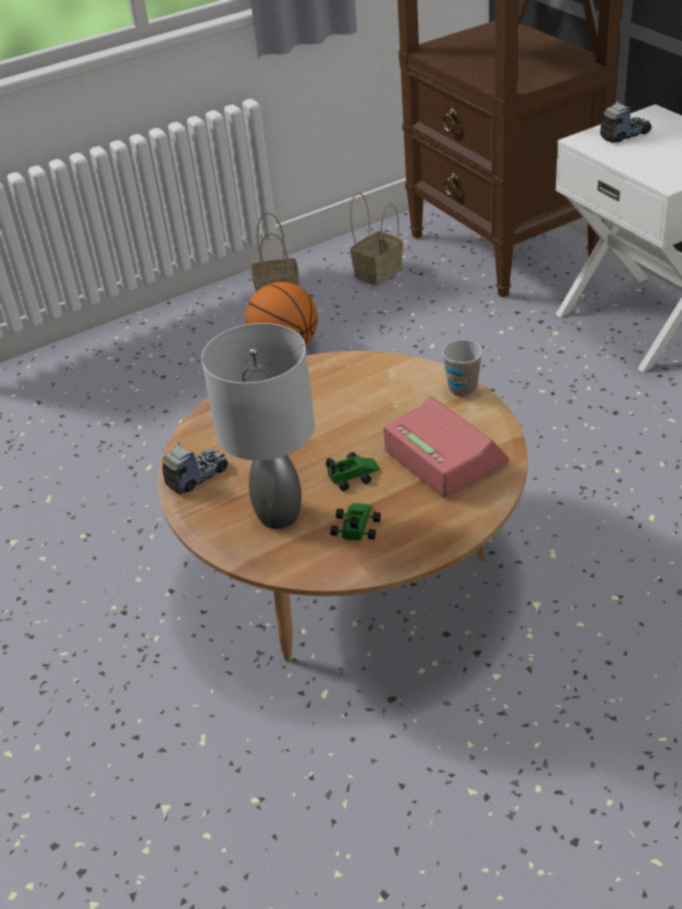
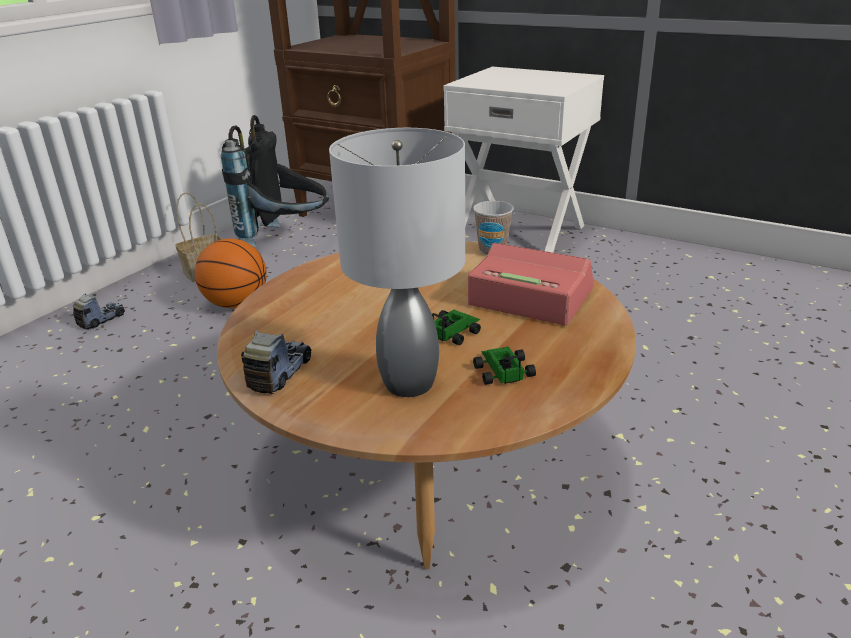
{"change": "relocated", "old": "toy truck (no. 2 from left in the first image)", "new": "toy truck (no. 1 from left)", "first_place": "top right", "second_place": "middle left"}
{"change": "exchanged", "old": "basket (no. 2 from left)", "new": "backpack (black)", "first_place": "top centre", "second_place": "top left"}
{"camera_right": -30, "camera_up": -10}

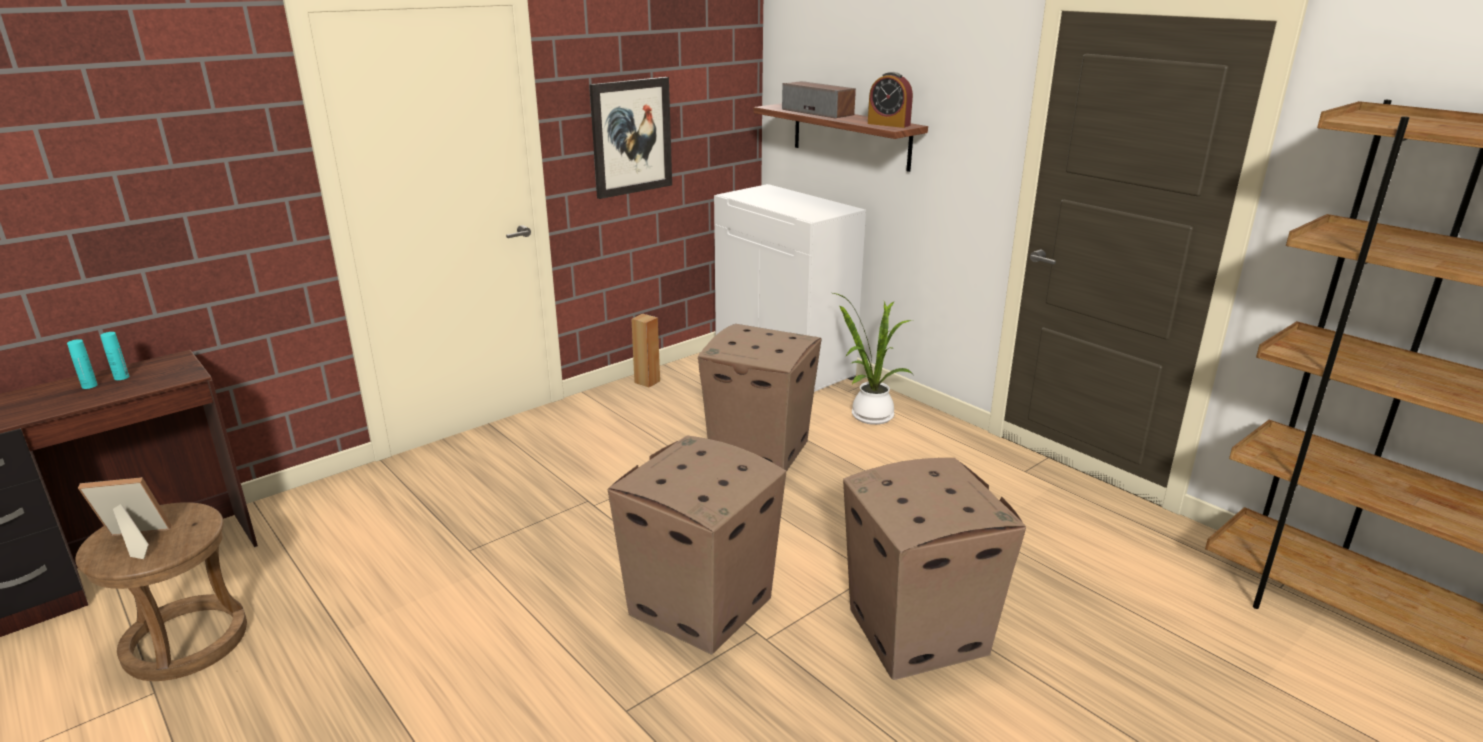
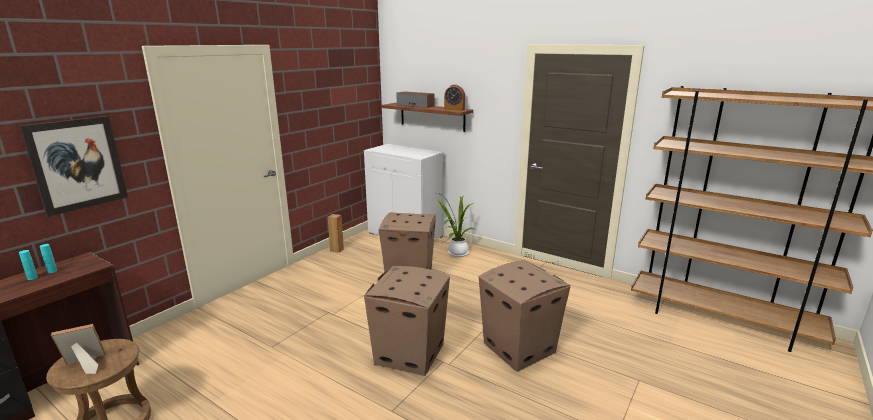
{"change": "relocated", "old": "picture", "first_place": "top centre", "second_place": "middle left"}
{"camera_right": -15, "camera_up": -5}

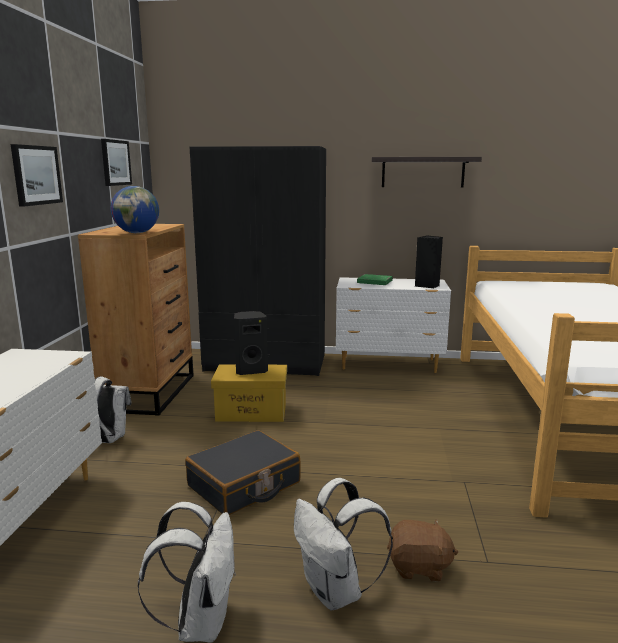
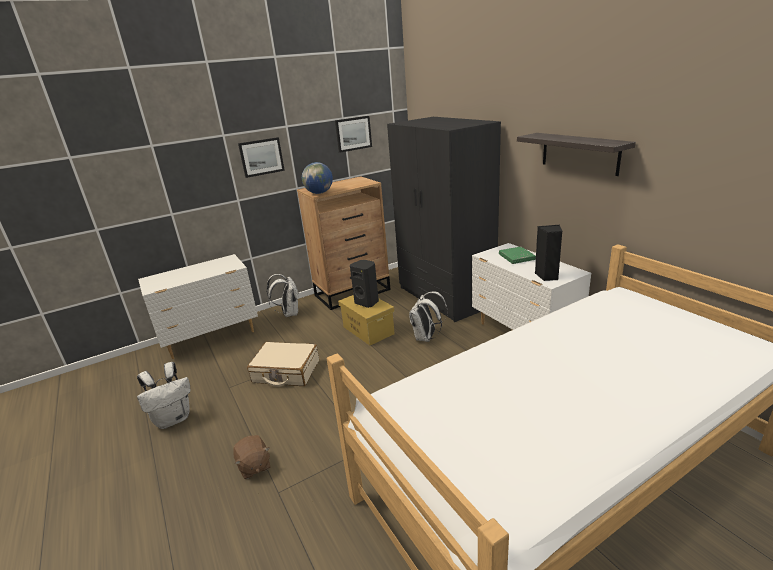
{"change": "colour", "old": "suitcase (black)", "new": "suitcase (beige)", "first_place": "bottom centre", "second_place": "centre"}
{"change": "relocated", "old": "backpack (white) (no. 3 from left)", "first_place": "bottom centre", "second_place": "centre"}
{"camera_right": 55, "camera_up": 10}

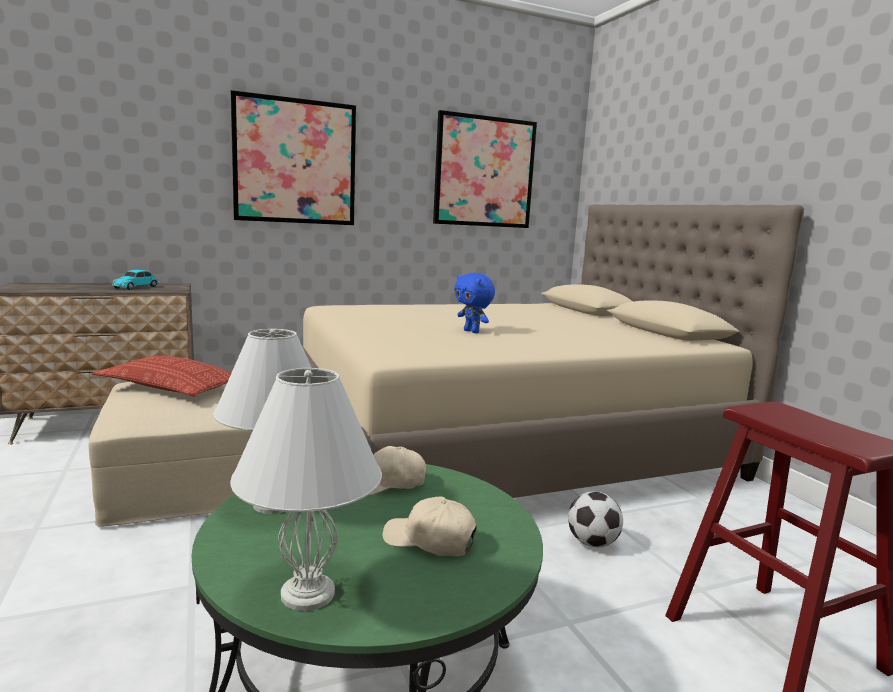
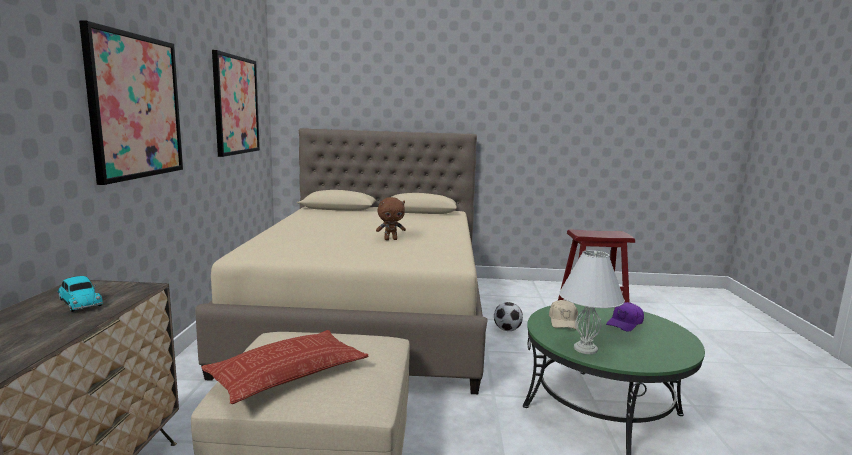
{"change": "colour", "old": "plush toy (blue)", "new": "plush toy (brown)", "first_place": "centre", "second_place": "centre"}
{"change": "missing", "old": "table lamp (white) (no. 2 from left)", "first_place": "bottom centre"}
{"change": "colour", "old": "cap (beige) (no. 2 from left)", "new": "cap (purple)", "first_place": "bottom centre", "second_place": "bottom right"}
{"camera_right": -65, "camera_up": 0}

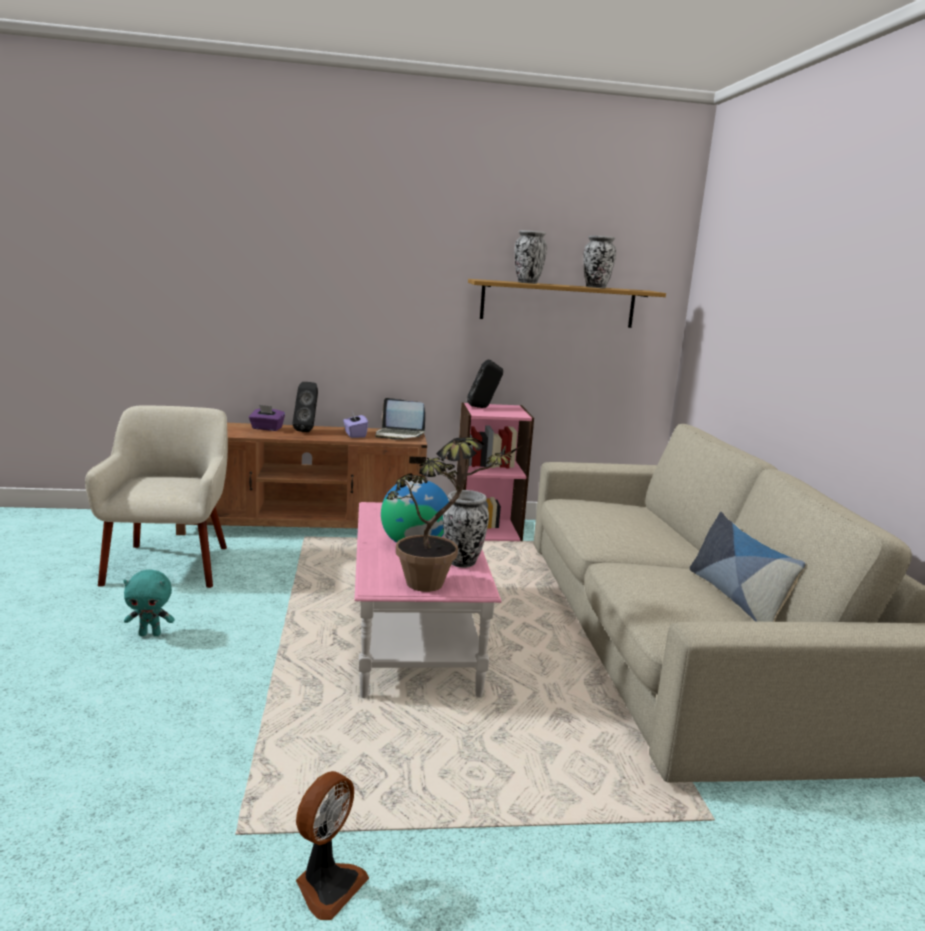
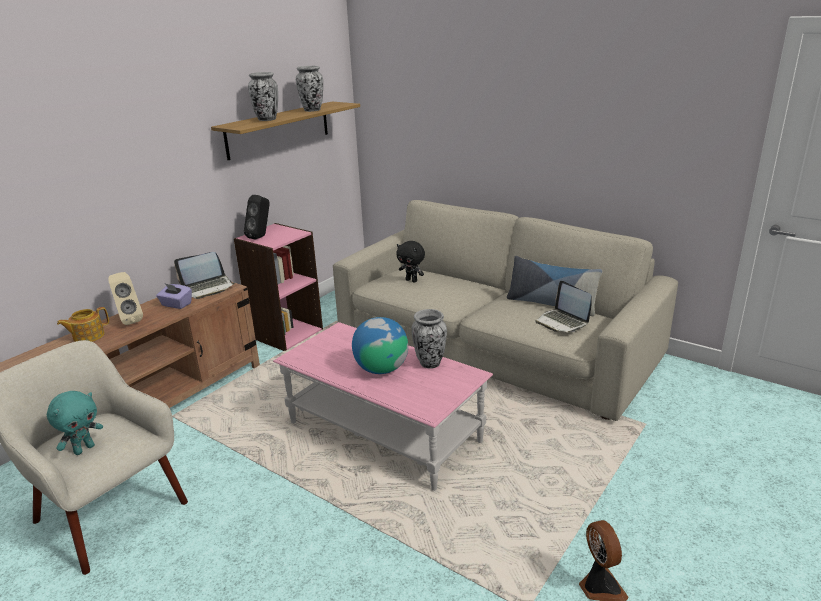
{"change": "colour", "old": "speaker (black) (no. 1 from left)", "new": "speaker (beige)", "first_place": "middle left", "second_place": "middle left"}
{"change": "exchanged", "old": "tissue box (purple) (no. 1 from left)", "new": "teapot", "first_place": "middle left", "second_place": "middle left"}
{"change": "missing", "old": "potted plant", "first_place": "centre"}
{"change": "relocated", "old": "plush toy (turquoise)", "first_place": "middle left", "second_place": "bottom left"}
{"change": "appeared", "new": "plush toy (black)", "second_place": "centre"}
{"change": "appeared", "new": "laptop (no. 2 from left)", "second_place": "middle right"}
{"camera_right": -45, "camera_up": 10}

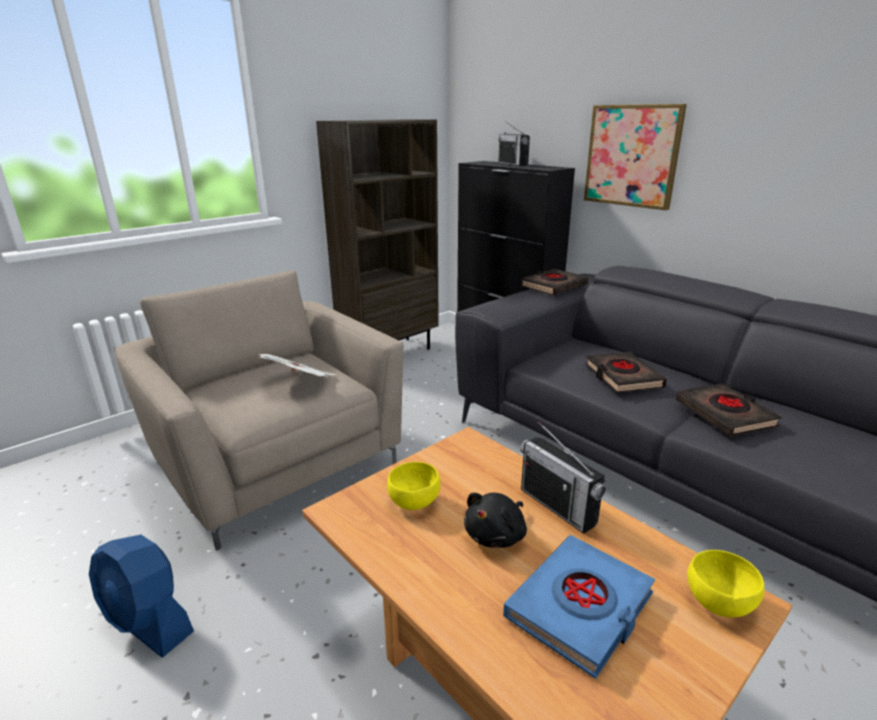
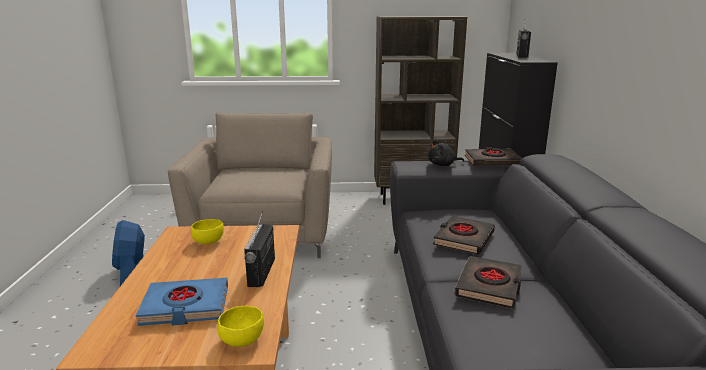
{"change": "missing", "old": "picture", "first_place": "top right"}
{"change": "missing", "old": "newspaper", "first_place": "centre"}
{"change": "relocated", "old": "plush toy (black)", "first_place": "bottom centre", "second_place": "centre"}
{"camera_right": 40, "camera_up": -5}

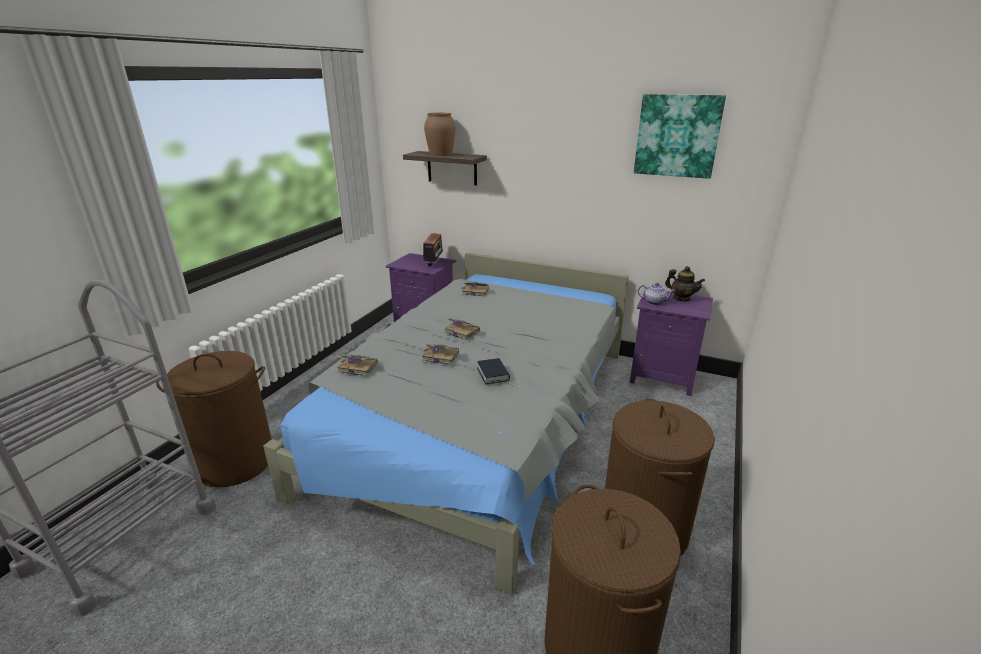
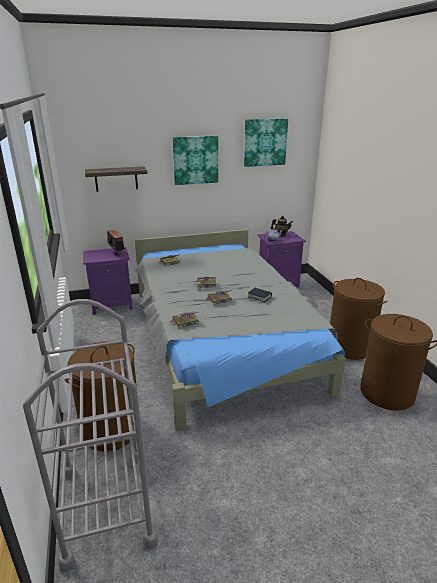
{"change": "missing", "old": "vase (brown)", "first_place": "top centre"}
{"change": "appeared", "new": "picture (no. 1 from left)", "second_place": "top centre"}
{"camera_right": -40, "camera_up": 0}

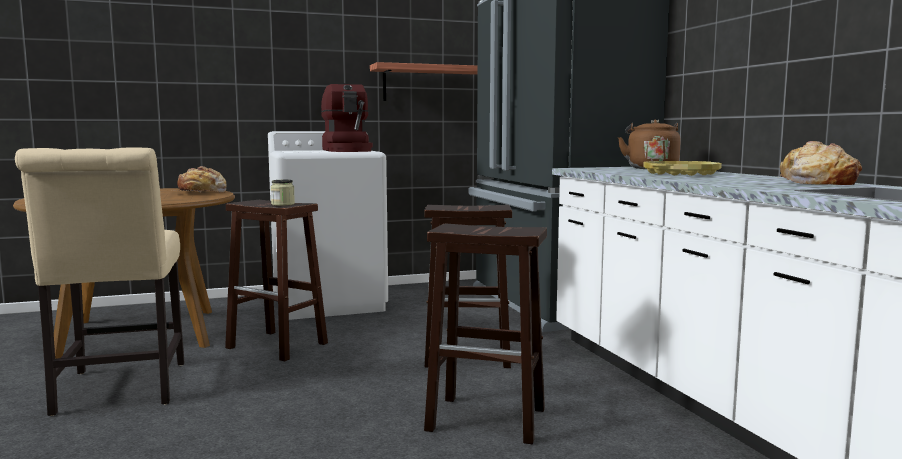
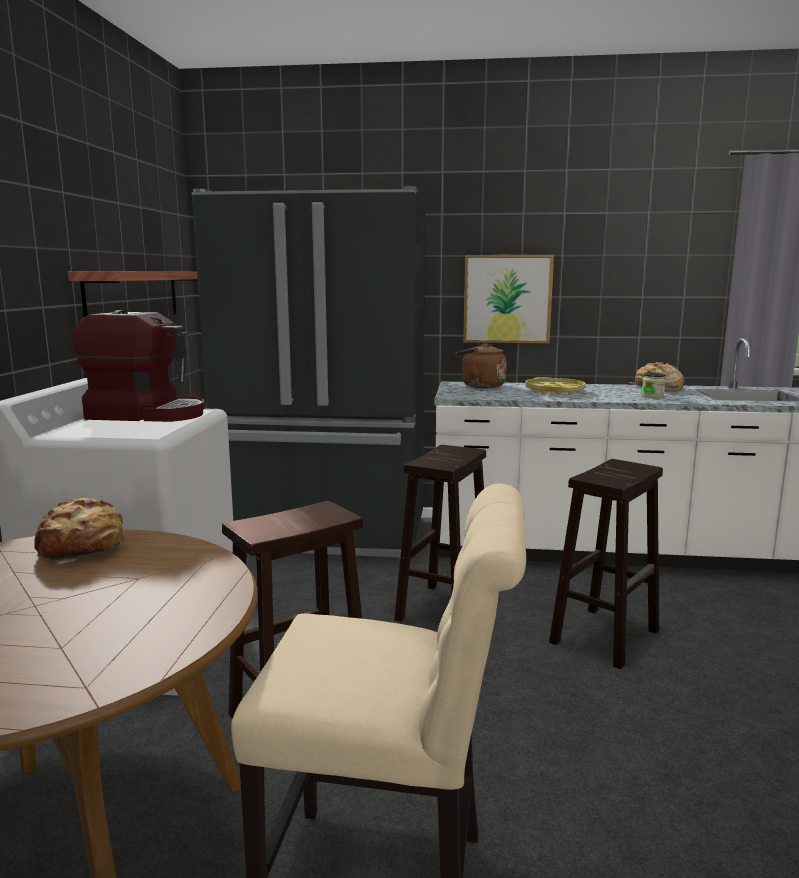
{"change": "relocated", "old": "jar", "first_place": "middle left", "second_place": "middle right"}
{"change": "appeared", "new": "picture", "second_place": "centre"}
{"camera_right": -65, "camera_up": 5}

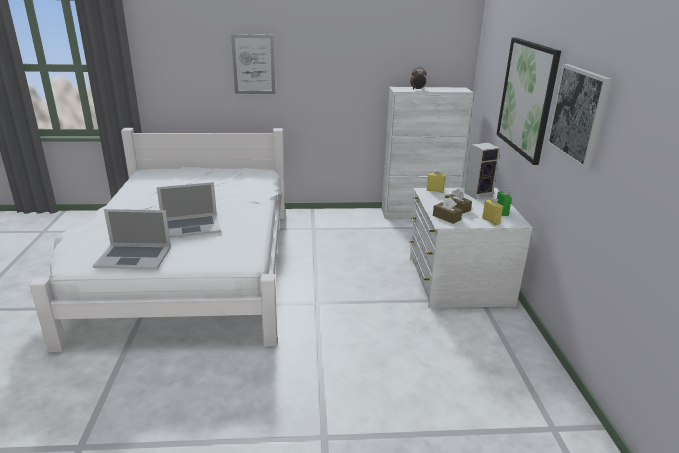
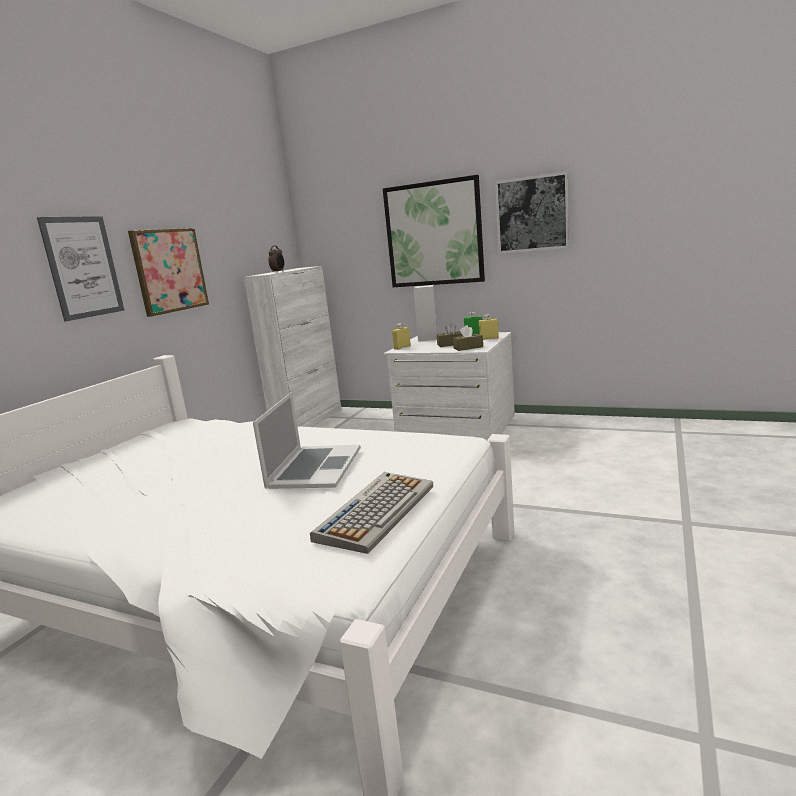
{"change": "exchanged", "old": "laptop (no. 1 from left)", "new": "keyboard", "first_place": "middle left", "second_place": "centre"}
{"change": "appeared", "new": "picture (no. 2 from left)", "second_place": "middle left"}
{"camera_right": -60, "camera_up": -10}

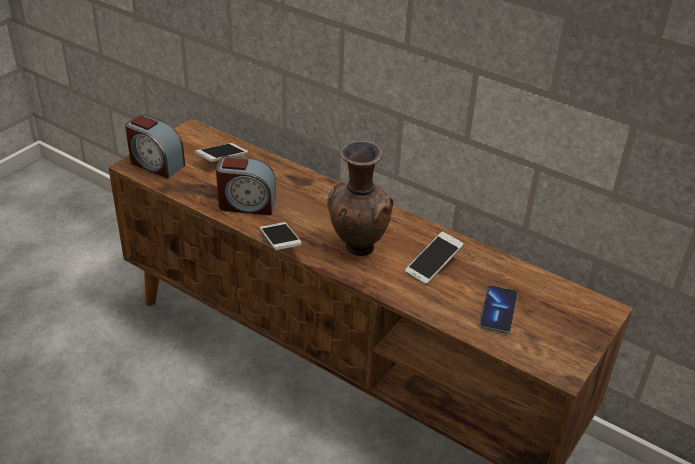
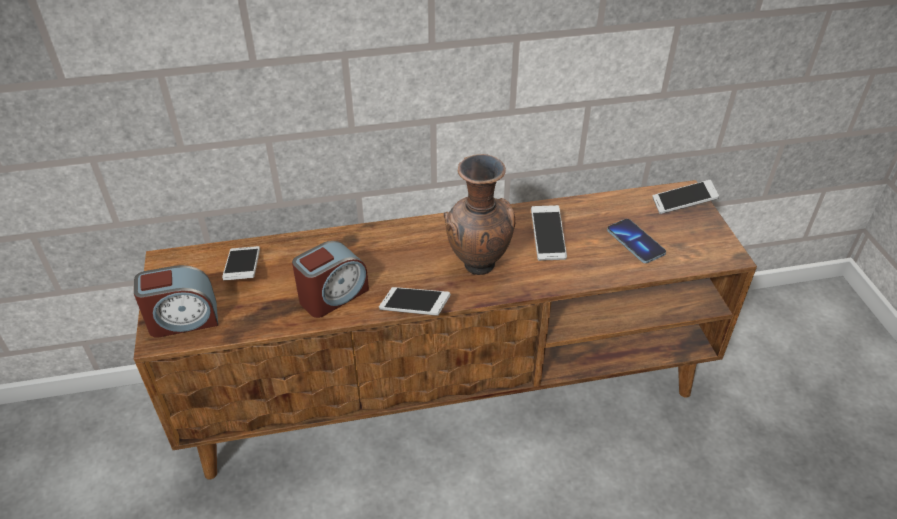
{"change": "appeared", "new": "phone (no. 5 from left)", "second_place": "middle right"}
{"camera_right": -45, "camera_up": 5}

